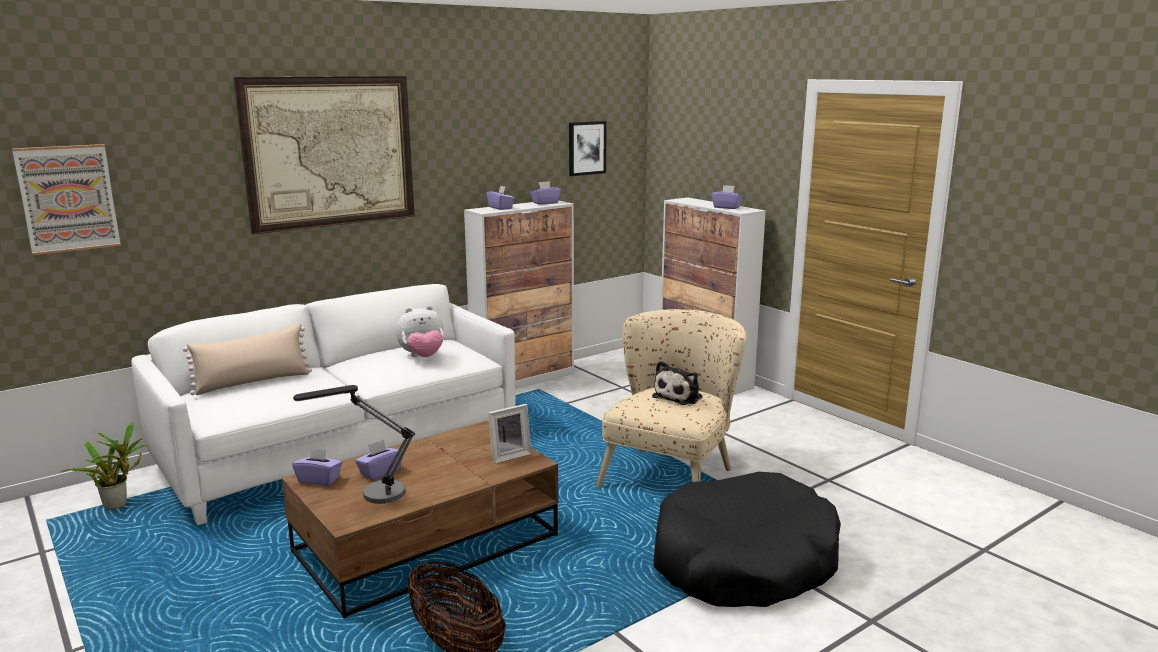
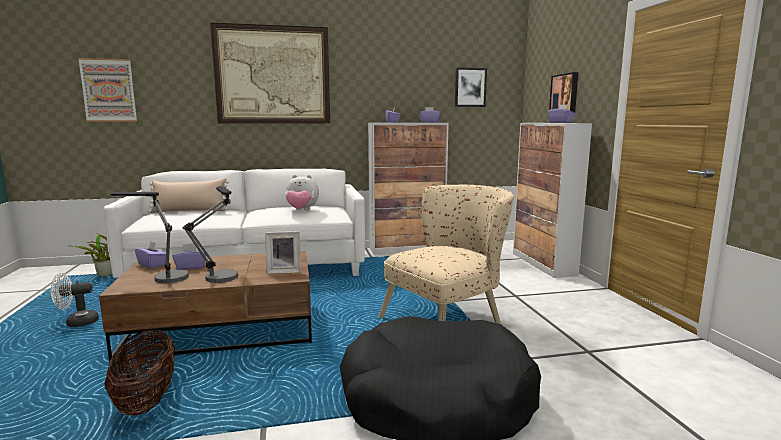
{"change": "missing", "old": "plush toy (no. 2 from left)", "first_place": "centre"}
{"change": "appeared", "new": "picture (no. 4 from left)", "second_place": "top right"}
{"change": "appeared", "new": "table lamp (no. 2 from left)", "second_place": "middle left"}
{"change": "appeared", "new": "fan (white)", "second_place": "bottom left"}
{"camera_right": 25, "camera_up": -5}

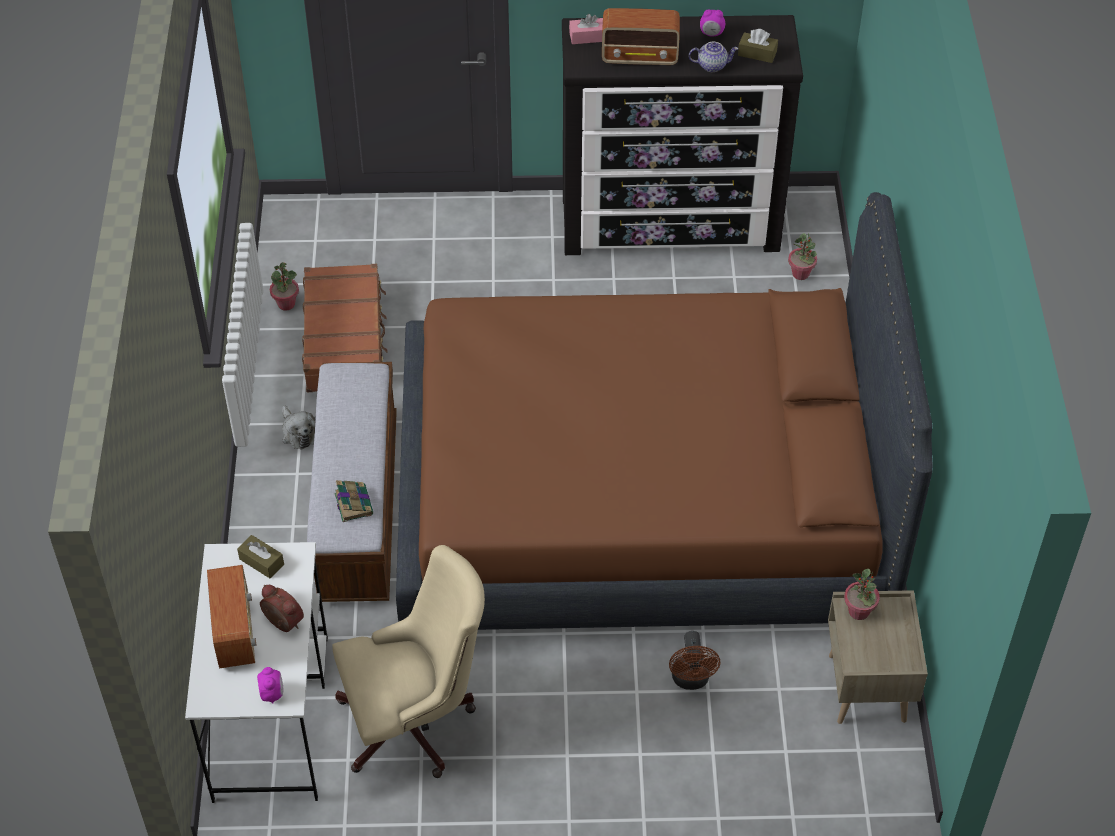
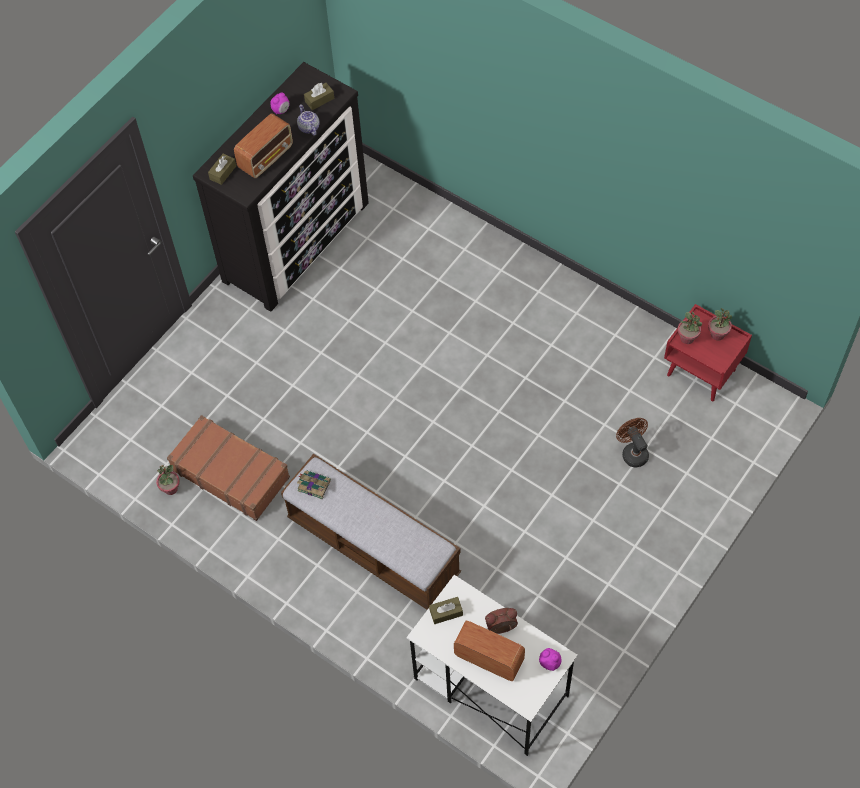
{"change": "colour", "old": "tissue box (pink)", "new": "tissue box (brown) (no. 1 from left)", "first_place": "top centre", "second_place": "top left"}
{"change": "spun", "old": "teapot", "first_place": "top centre", "second_place": "top centre", "degrees": -60}
{"change": "missing", "old": "bed (brown)", "first_place": "centre"}
{"change": "relocated", "old": "potted plant (no. 2 from left in the first image)", "new": "potted plant (no. 3 from left)", "first_place": "top right", "second_place": "middle right"}
{"change": "missing", "old": "plush toy", "first_place": "middle left"}
{"change": "relocated", "old": "book", "first_place": "middle left", "second_place": "centre"}
{"change": "missing", "old": "office chair (beige)", "first_place": "bottom centre"}
{"change": "colour", "old": "nightstand (beige)", "new": "nightstand (red)", "first_place": "bottom right", "second_place": "middle right"}
{"change": "spun", "old": "fan (brown)", "first_place": "bottom centre", "second_place": "middle right", "degrees": -150}
{"camera_right": -50, "camera_up": 10}

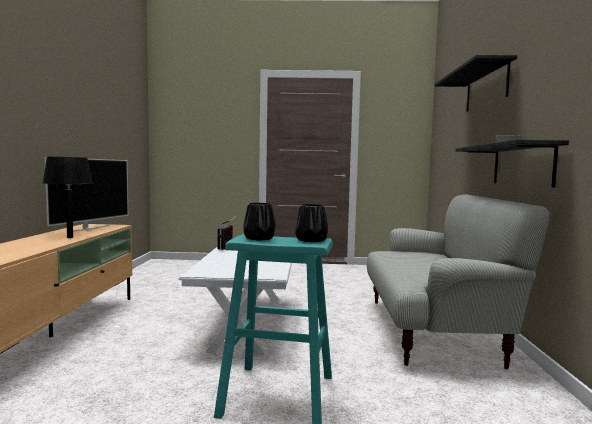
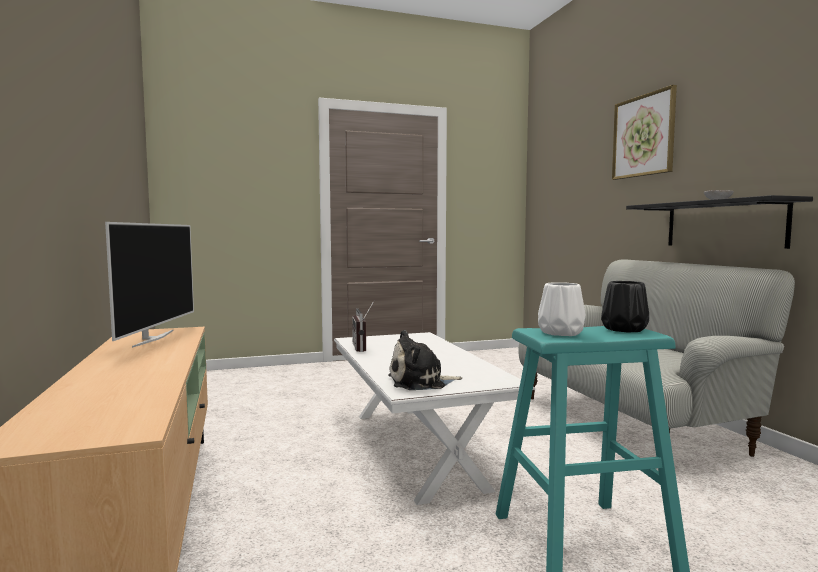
{"change": "exchanged", "old": "shelf (black) (no. 1 from left)", "new": "picture", "first_place": "top right", "second_place": "top right"}
{"change": "missing", "old": "table lamp (black)", "first_place": "middle left"}
{"change": "colour", "old": "vase (black) (no. 1 from left)", "new": "vase (white)", "first_place": "centre", "second_place": "middle right"}
{"change": "appeared", "new": "plush toy", "second_place": "centre"}
{"camera_right": -20, "camera_up": 0}

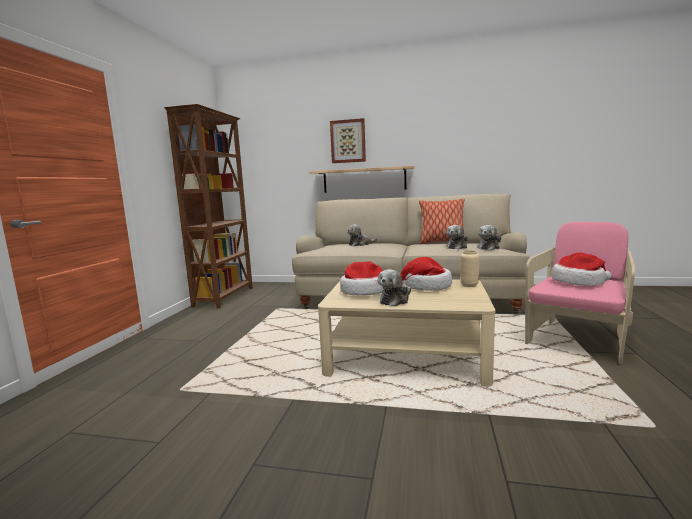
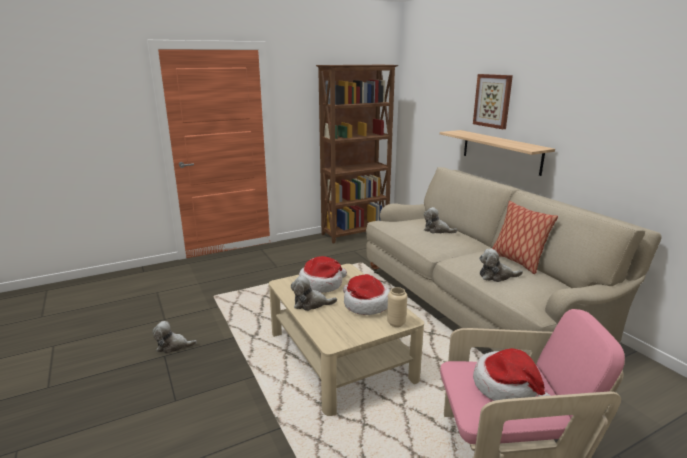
{"change": "relocated", "old": "plush toy (no. 4 from left in the first image)", "new": "plush toy (no. 1 from left)", "first_place": "middle right", "second_place": "bottom left"}
{"camera_right": 50, "camera_up": 10}

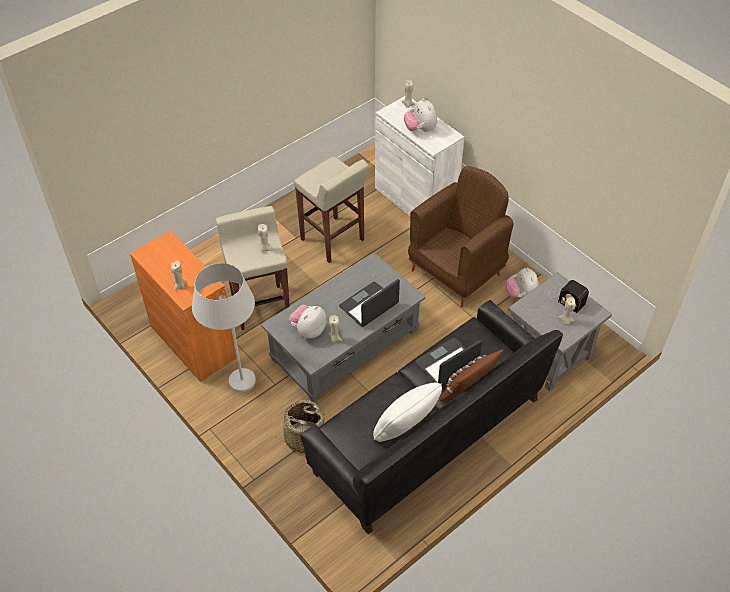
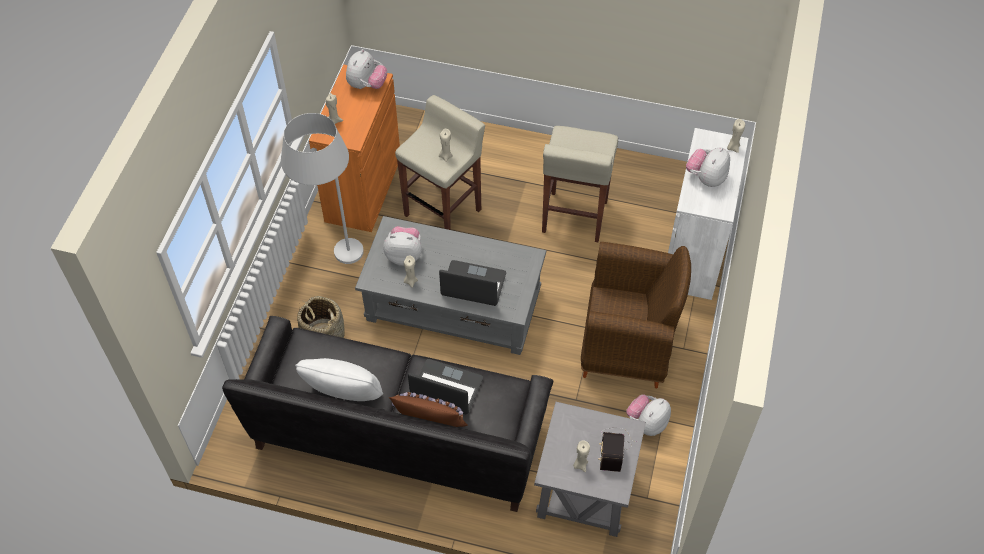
{"change": "appeared", "new": "plush toy (no. 1 from left)", "second_place": "top centre"}
{"camera_right": 55, "camera_up": 5}

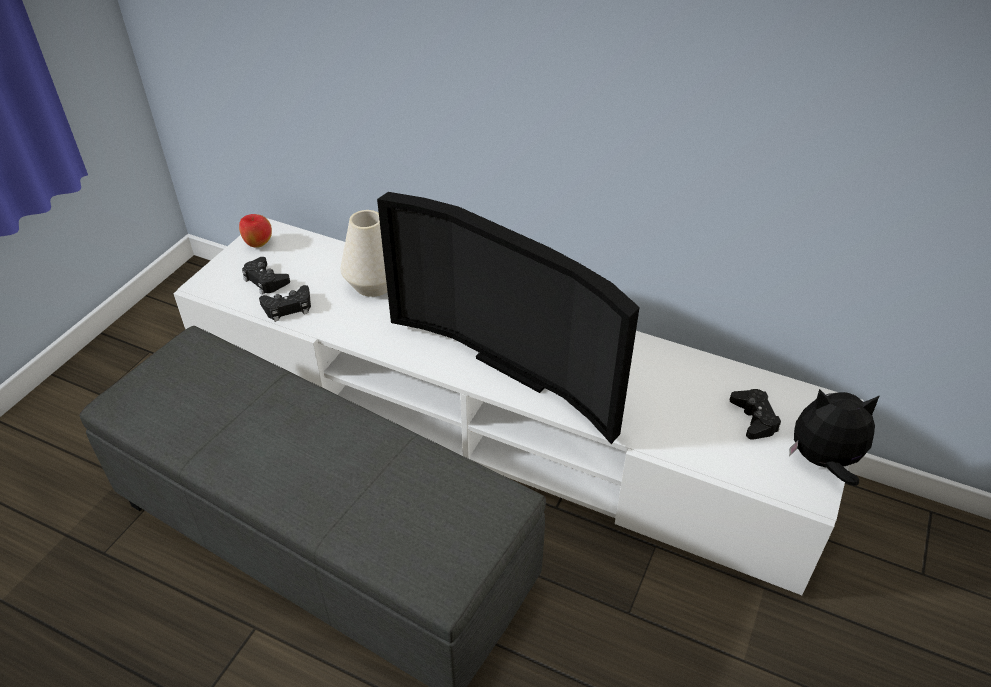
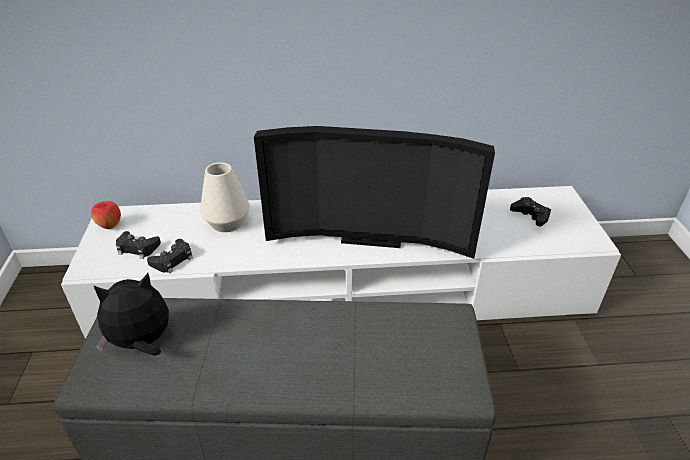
{"change": "relocated", "old": "plush toy", "first_place": "middle right", "second_place": "bottom left"}
{"camera_right": -30, "camera_up": -5}

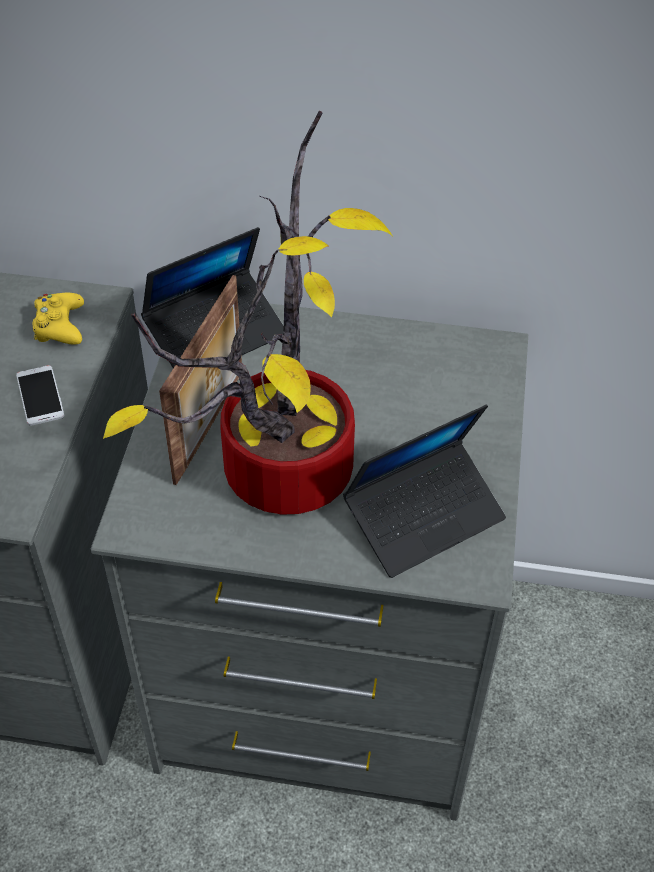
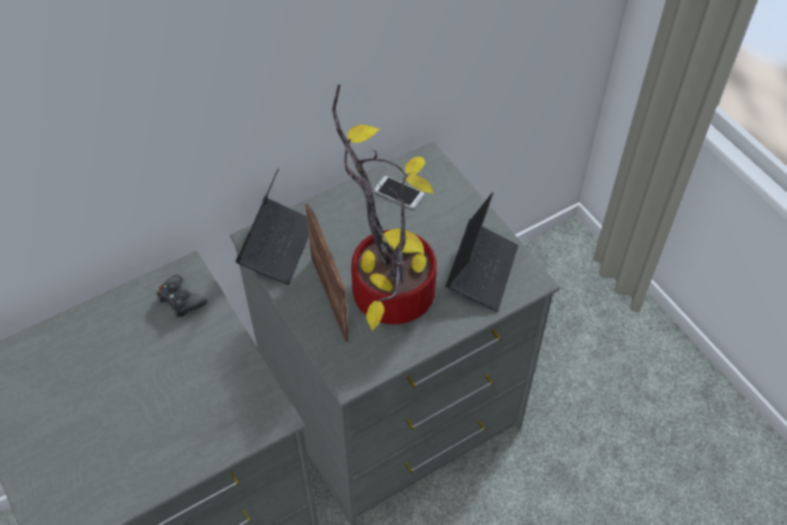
{"change": "colour", "old": "game controller (yellow)", "new": "game controller (black)", "first_place": "middle left", "second_place": "middle left"}
{"change": "relocated", "old": "phone", "first_place": "middle left", "second_place": "centre"}
{"camera_right": -40, "camera_up": 5}

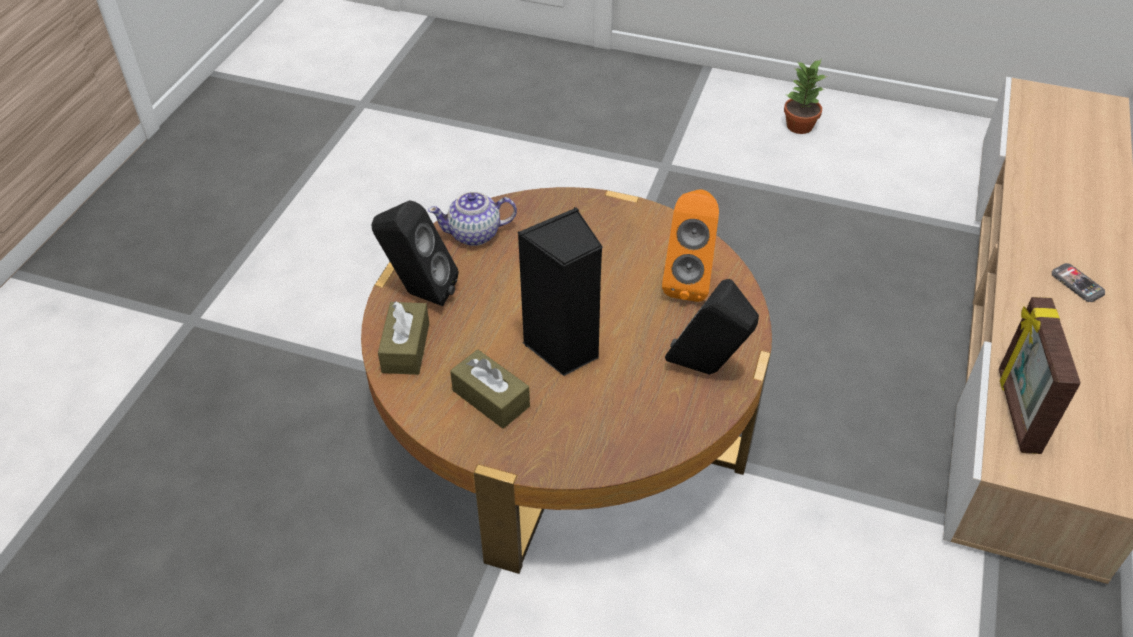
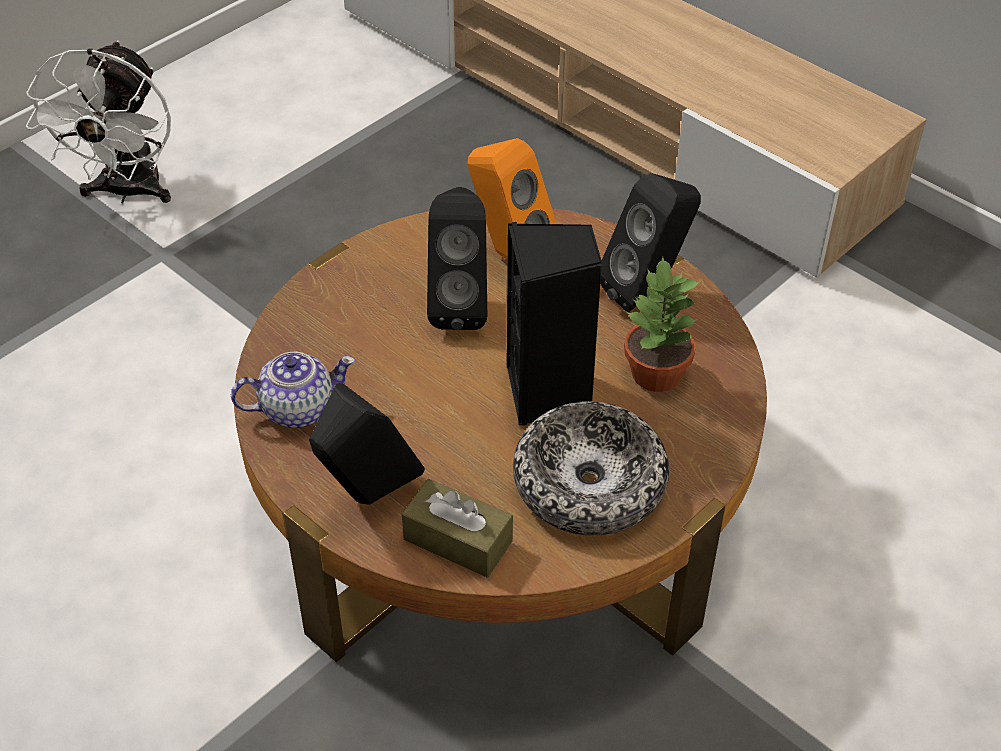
{"change": "relocated", "old": "potted plant", "first_place": "top right", "second_place": "centre"}
{"change": "spun", "old": "teapot", "first_place": "centre", "second_place": "middle left", "degrees": -120}
{"change": "missing", "old": "phone", "first_place": "middle right"}
{"change": "missing", "old": "picture frame", "first_place": "middle right"}
{"change": "exchanged", "old": "tissue box (brown) (no. 2 from left)", "new": "bowl", "first_place": "centre", "second_place": "centre"}
{"change": "appeared", "new": "fan (white)", "second_place": "top left"}
{"change": "appeared", "new": "speaker (black) (no. 2 from left)", "second_place": "centre"}
{"camera_right": -65, "camera_up": 0}

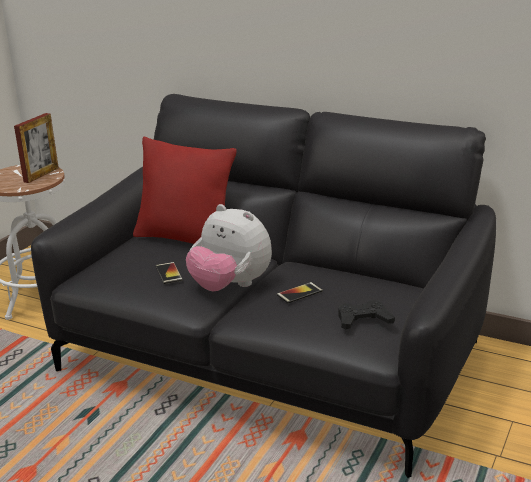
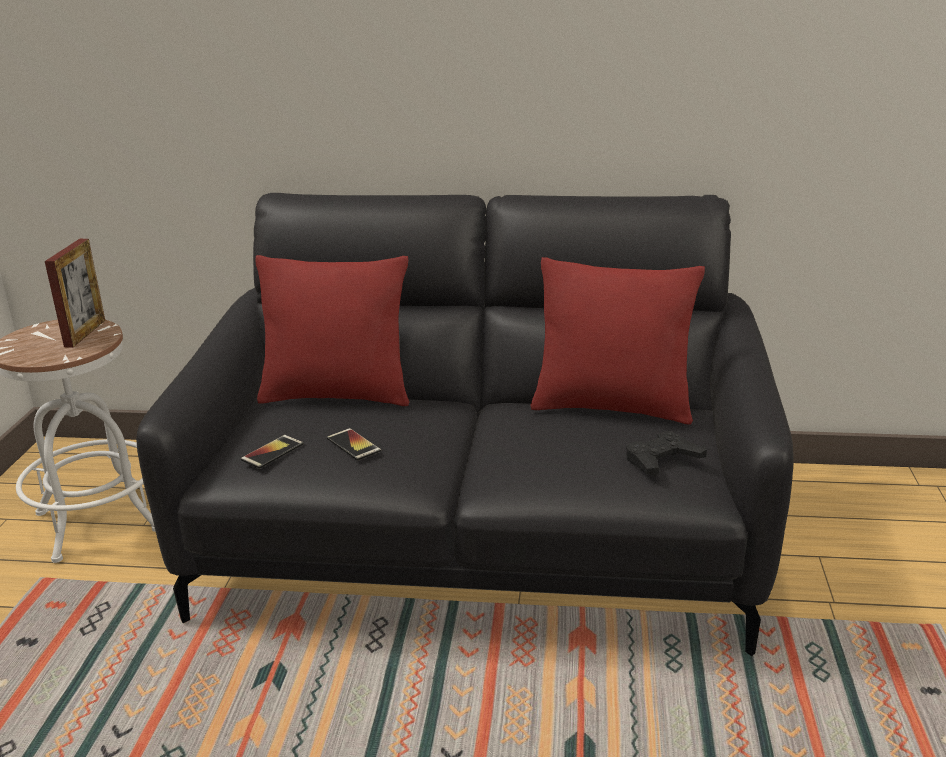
{"change": "missing", "old": "plush toy", "first_place": "centre"}
{"change": "relocated", "old": "phone (no. 2 from left in the first image)", "new": "phone (no. 1 from left)", "first_place": "centre", "second_place": "middle left"}
{"change": "appeared", "new": "pillow (red) (no. 2 from left)", "second_place": "centre"}
{"camera_right": -20, "camera_up": 0}

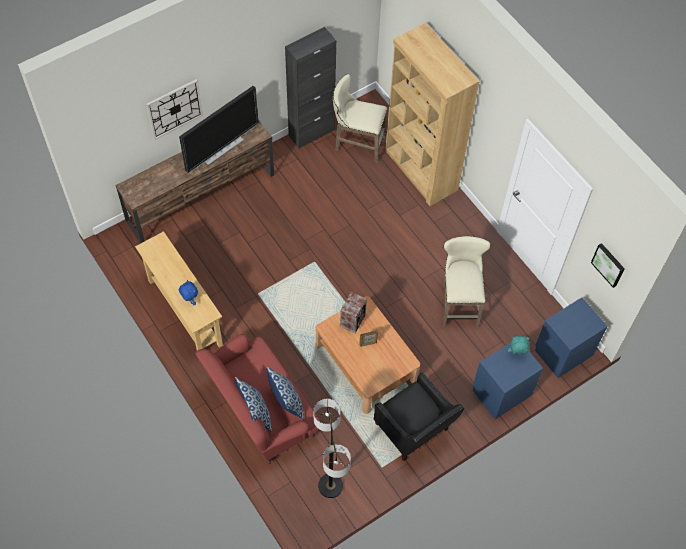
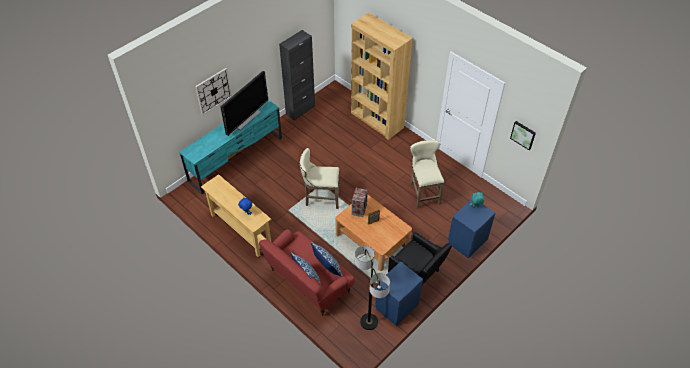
{"change": "relocated", "old": "stool (beige) (no. 1 from left)", "first_place": "top centre", "second_place": "centre"}
{"change": "colour", "old": "tv stand (brown)", "new": "tv stand (turquoise)", "first_place": "top left", "second_place": "centre"}
{"change": "relocated", "old": "nightstand (blue) (no. 2 from left in the first image)", "new": "nightstand (blue) (no. 1 from left)", "first_place": "middle right", "second_place": "bottom centre"}
{"camera_right": -10, "camera_up": -10}

